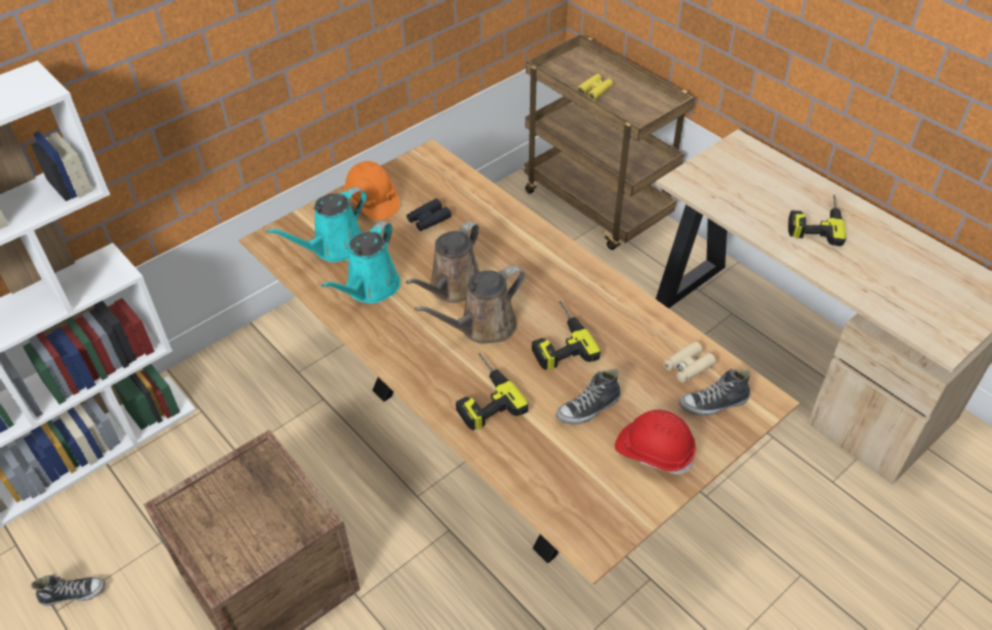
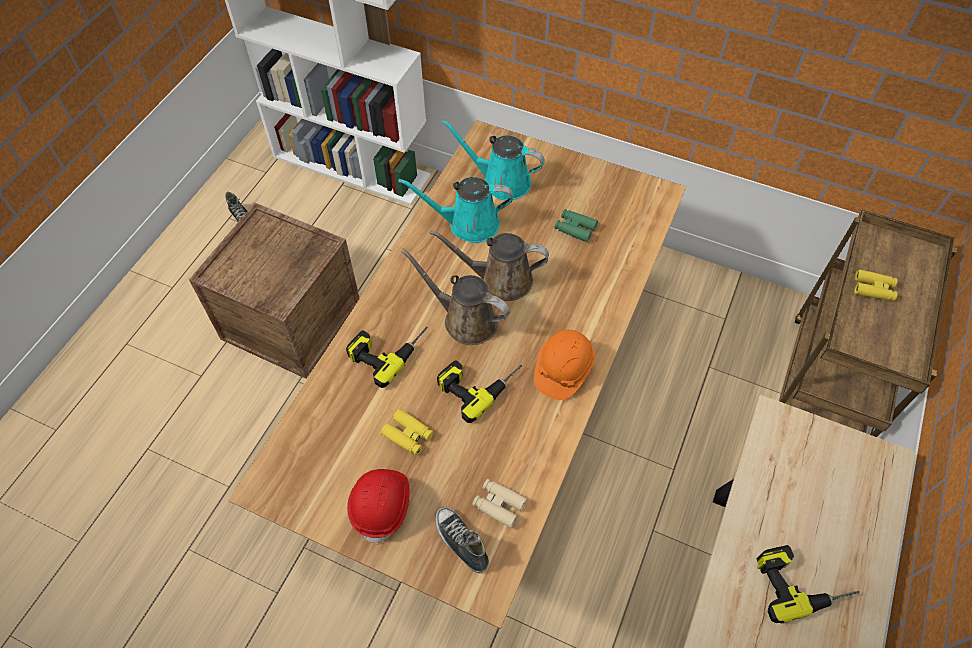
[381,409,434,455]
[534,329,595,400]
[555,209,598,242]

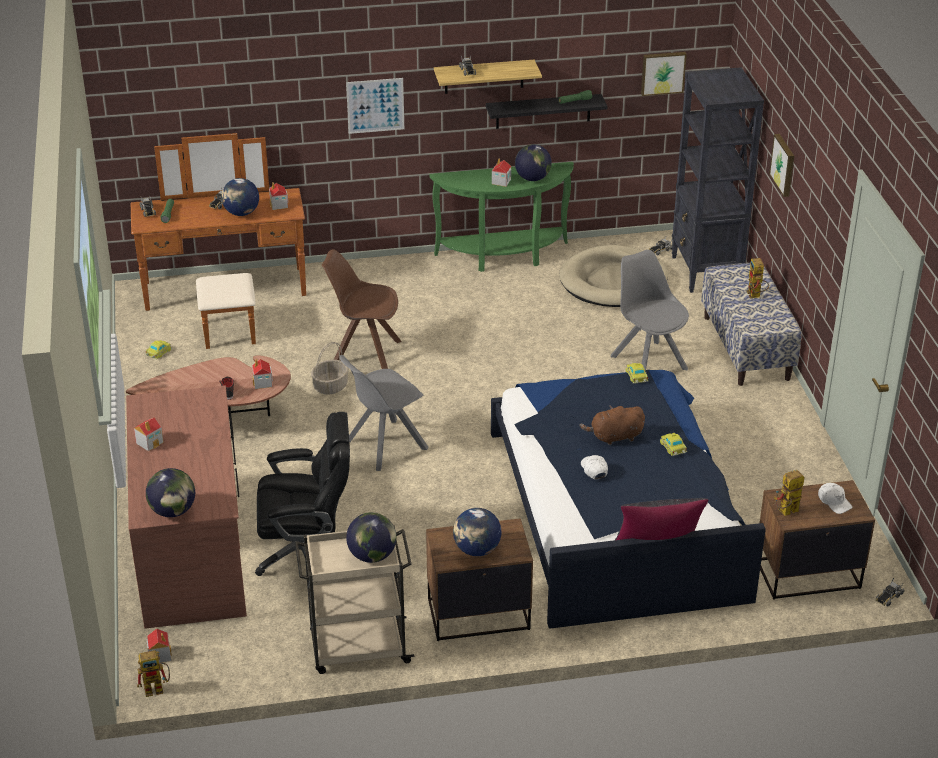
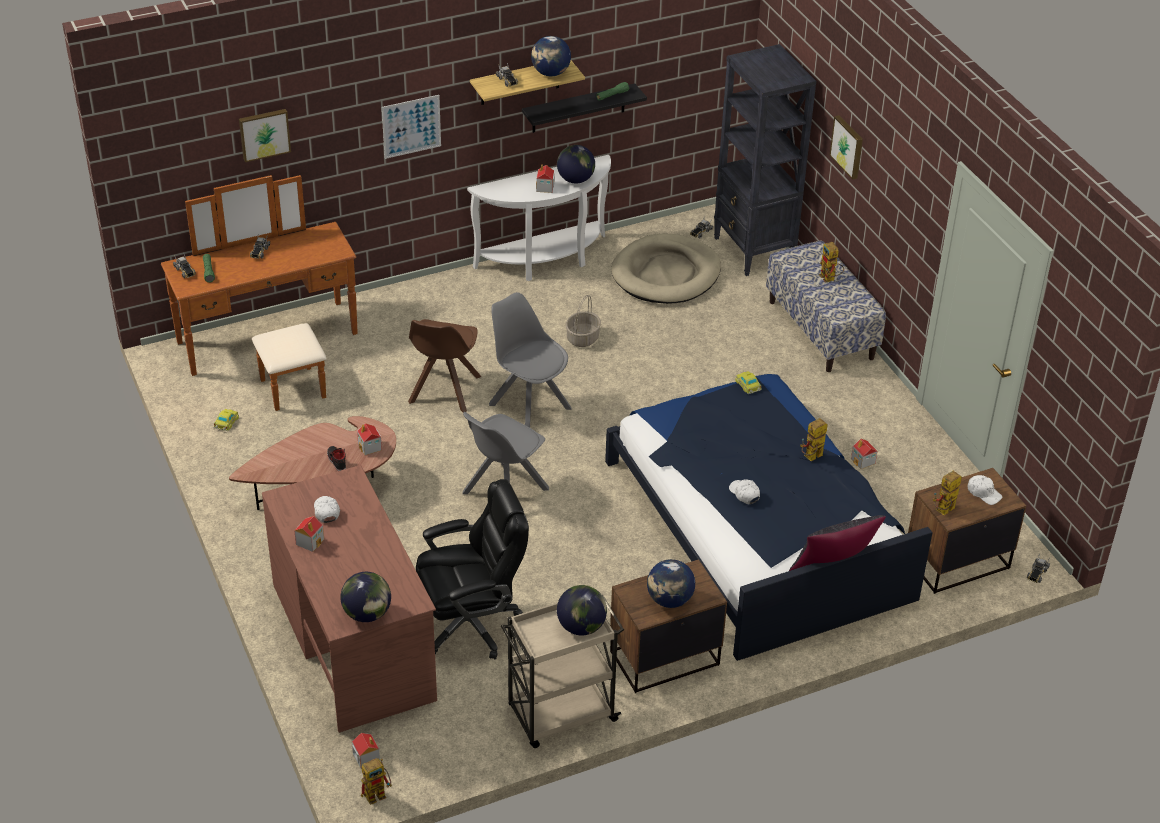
[239,109,291,162]
[314,496,340,523]
[408,319,481,412]
[467,155,611,281]
[489,292,572,428]
[531,36,571,76]
[566,295,601,347]
[800,418,828,461]
[851,439,877,469]
[579,405,645,445] (first image)

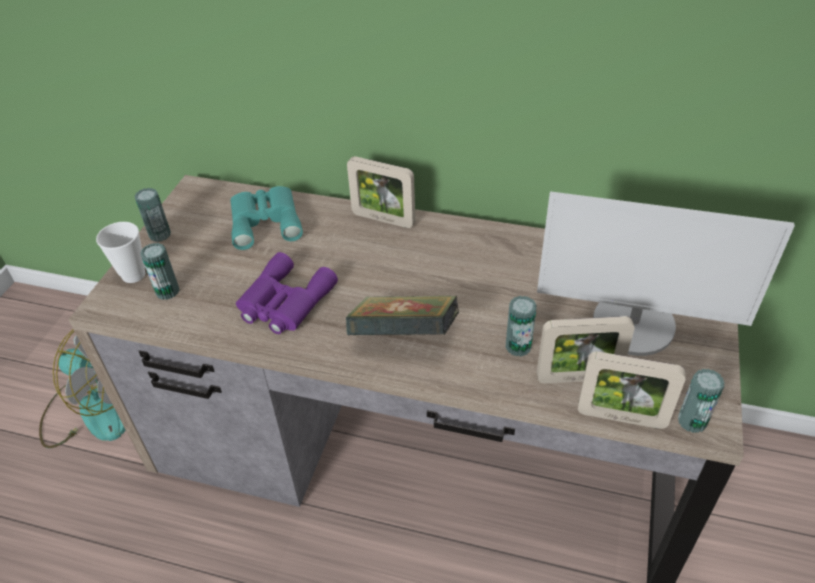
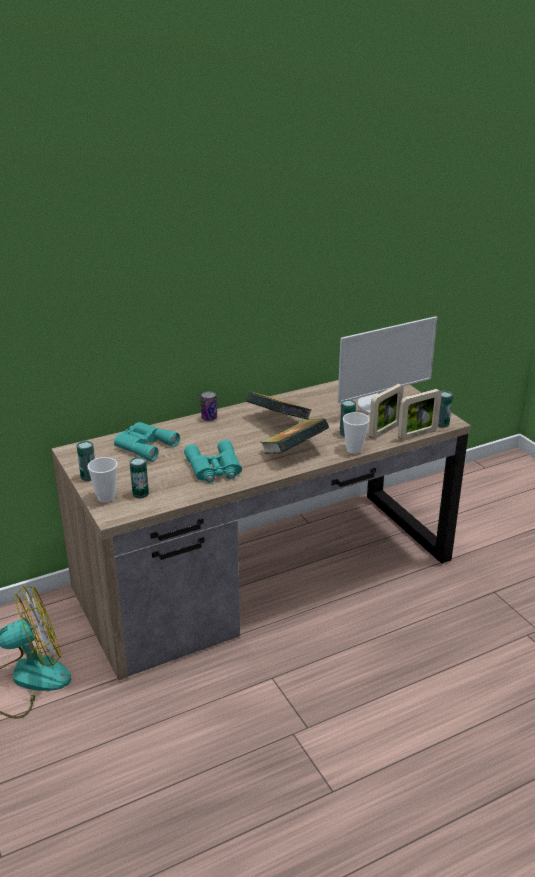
[184,440,242,483]
[201,392,217,421]
[246,392,311,419]
[343,412,370,454]

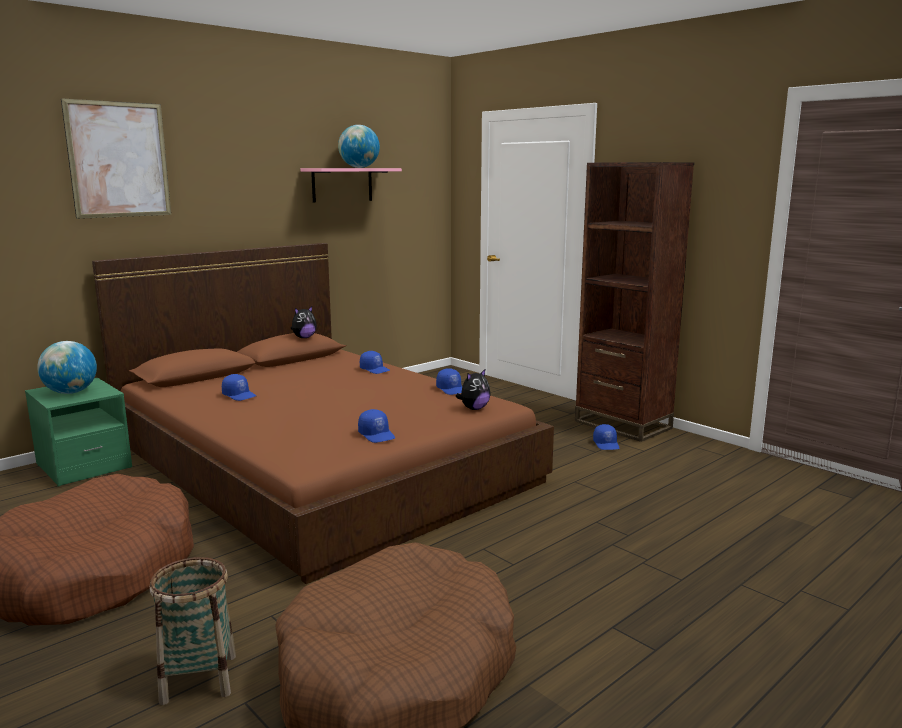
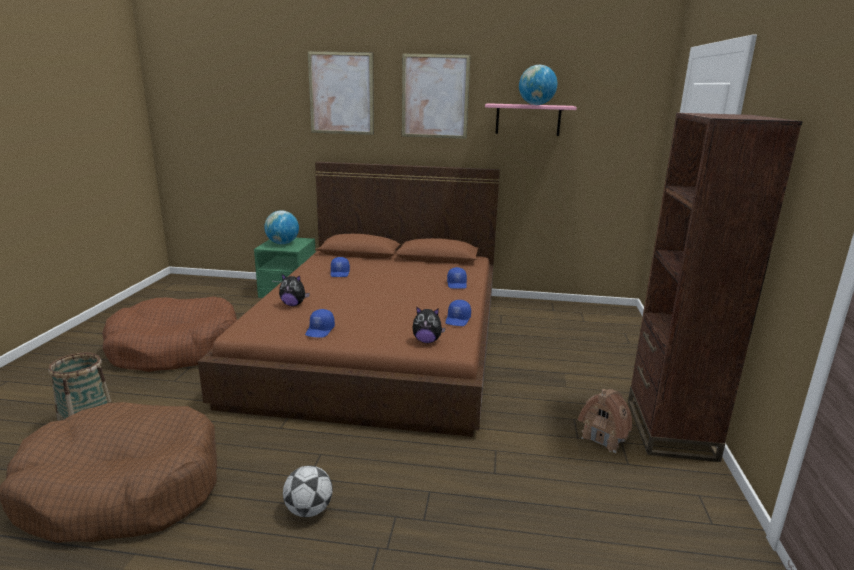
[279,274,310,306]
[283,465,333,517]
[402,54,471,139]
[578,389,632,453]

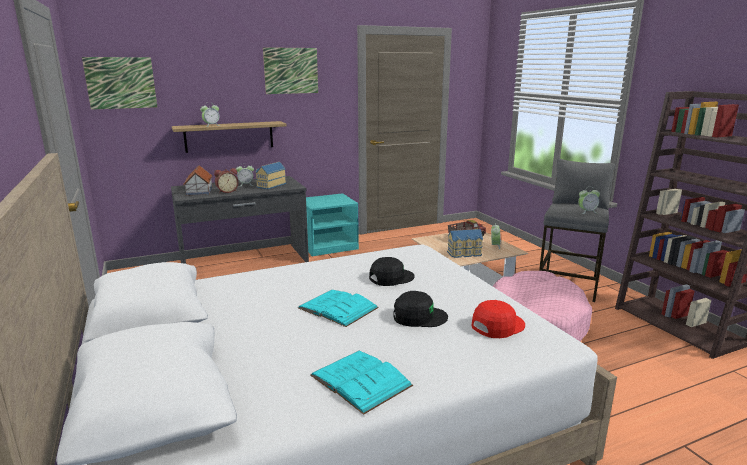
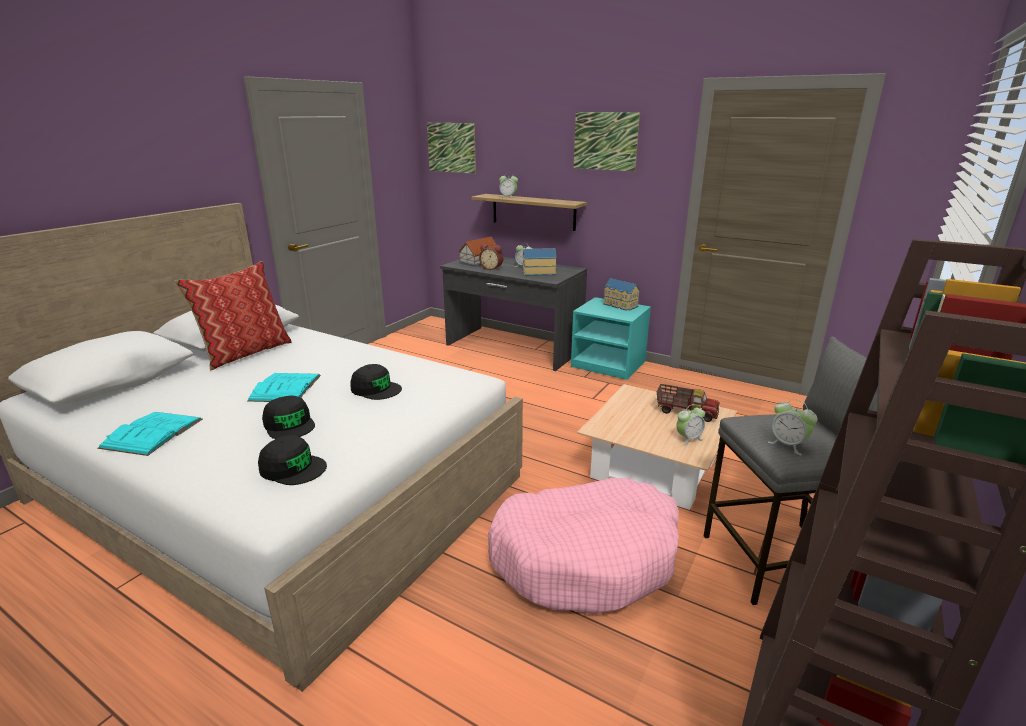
[174,261,292,370]
[258,435,327,485]
[603,278,640,311]

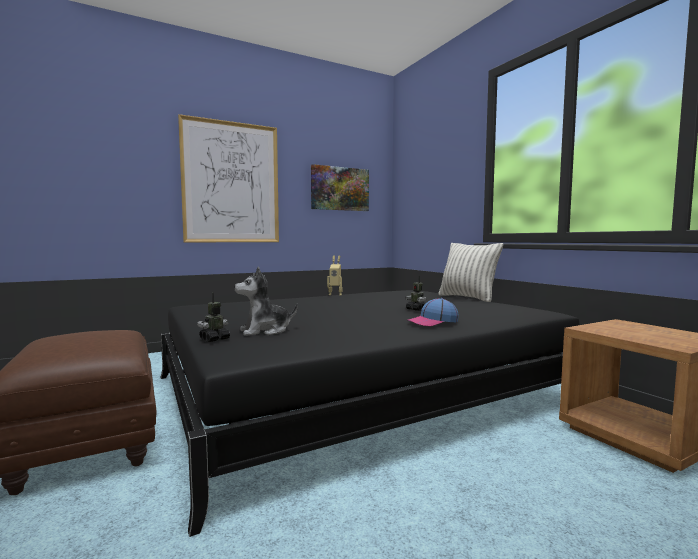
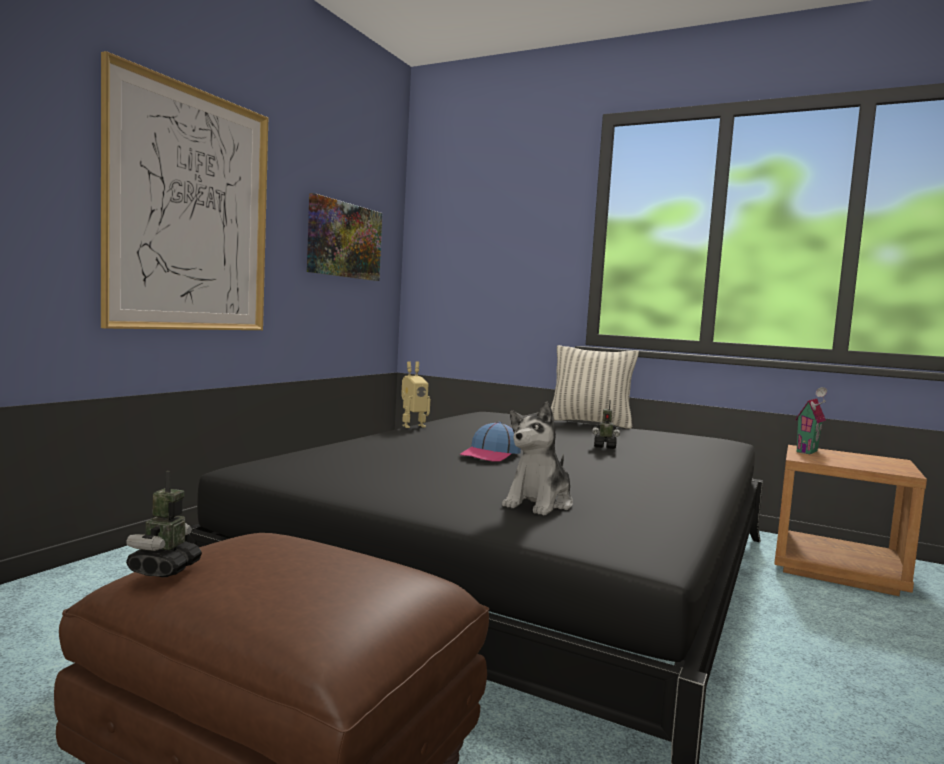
[126,471,202,577]
[460,422,521,462]
[795,387,827,455]

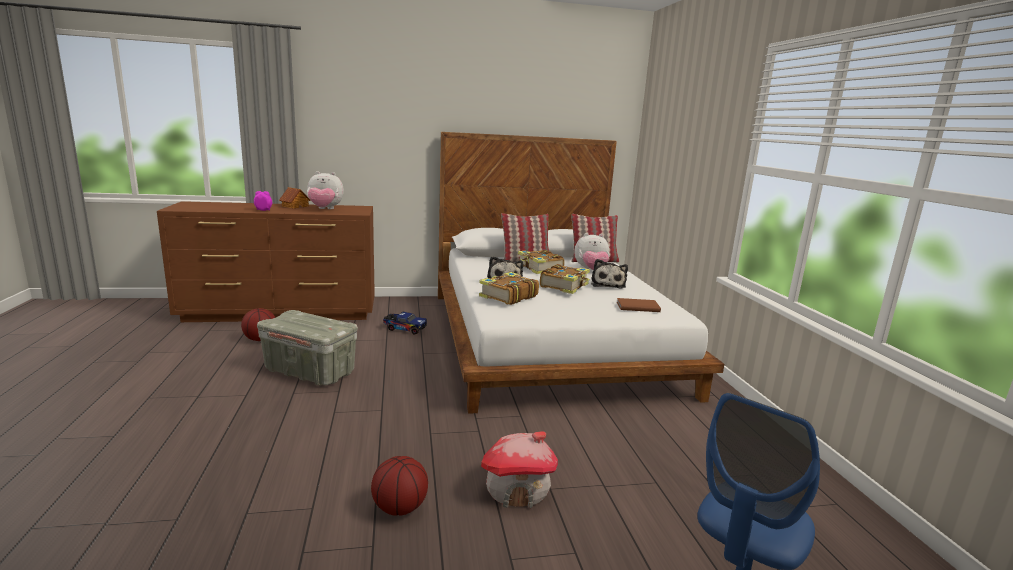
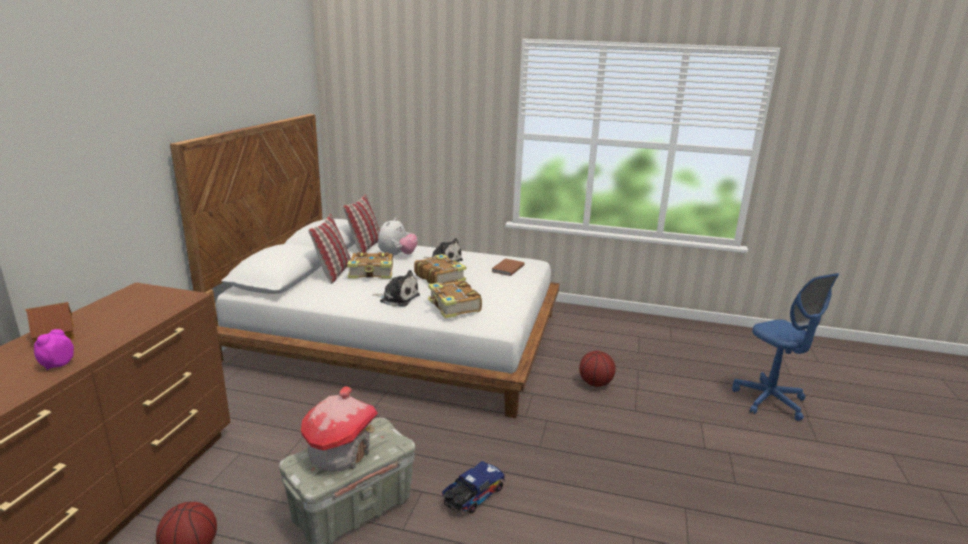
[301,386,378,471]
[442,461,505,514]
[579,351,616,387]
[307,171,344,209] (first image)

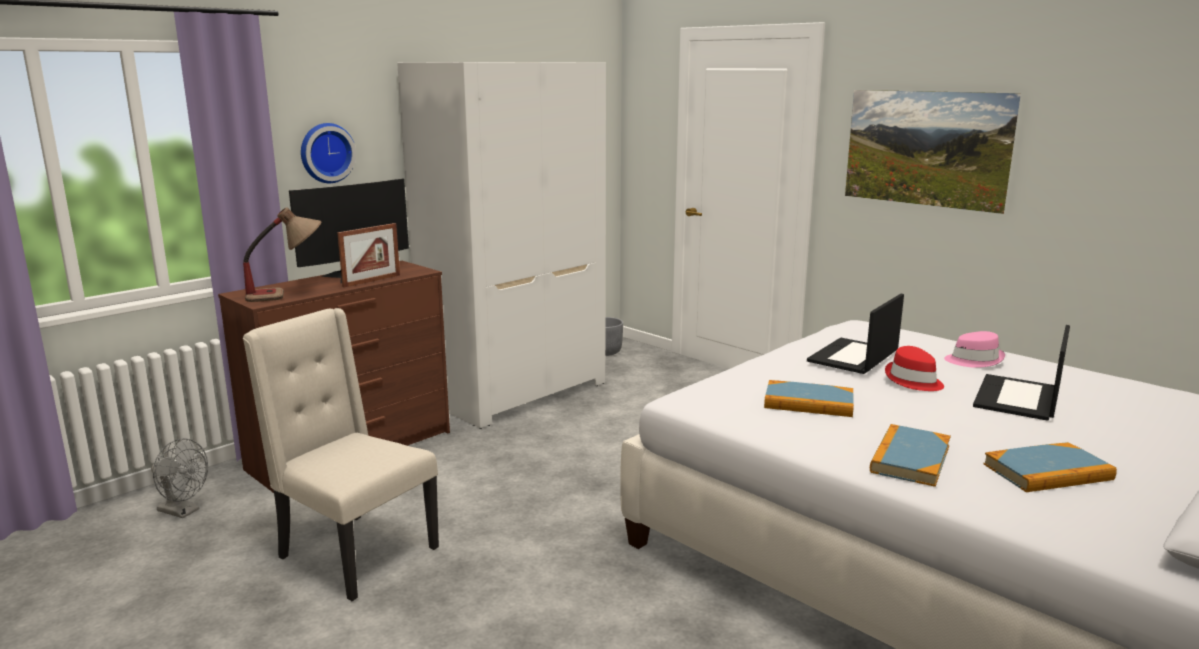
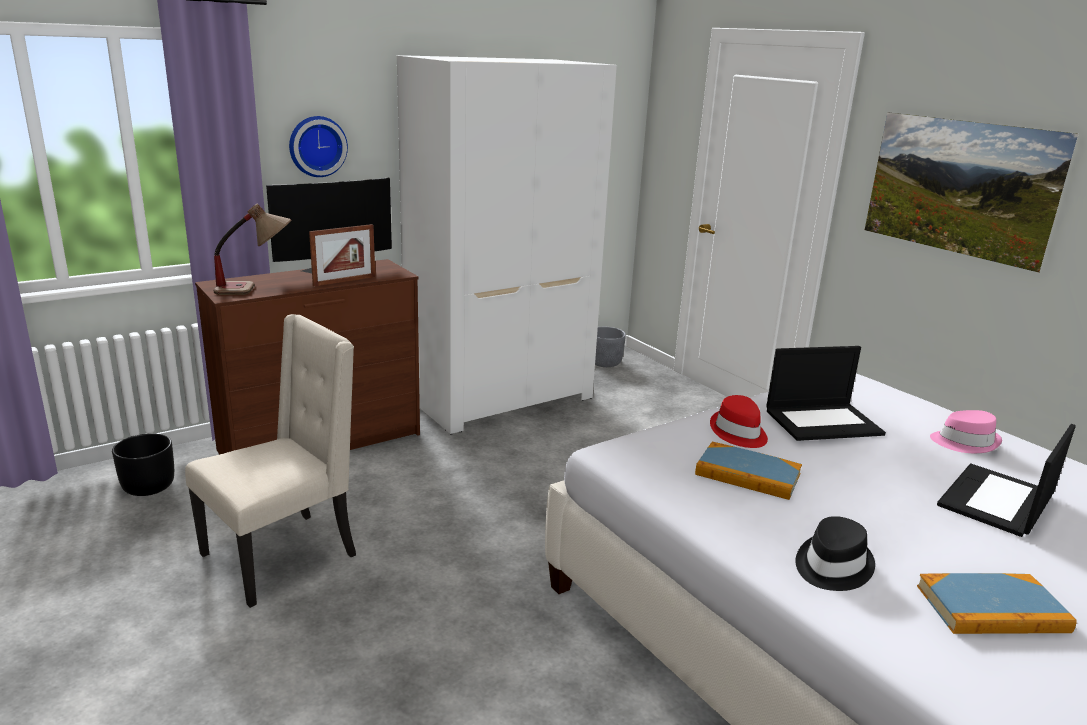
[112,433,174,496]
[185,314,356,608]
[710,395,768,448]
[766,346,886,441]
[795,516,875,591]

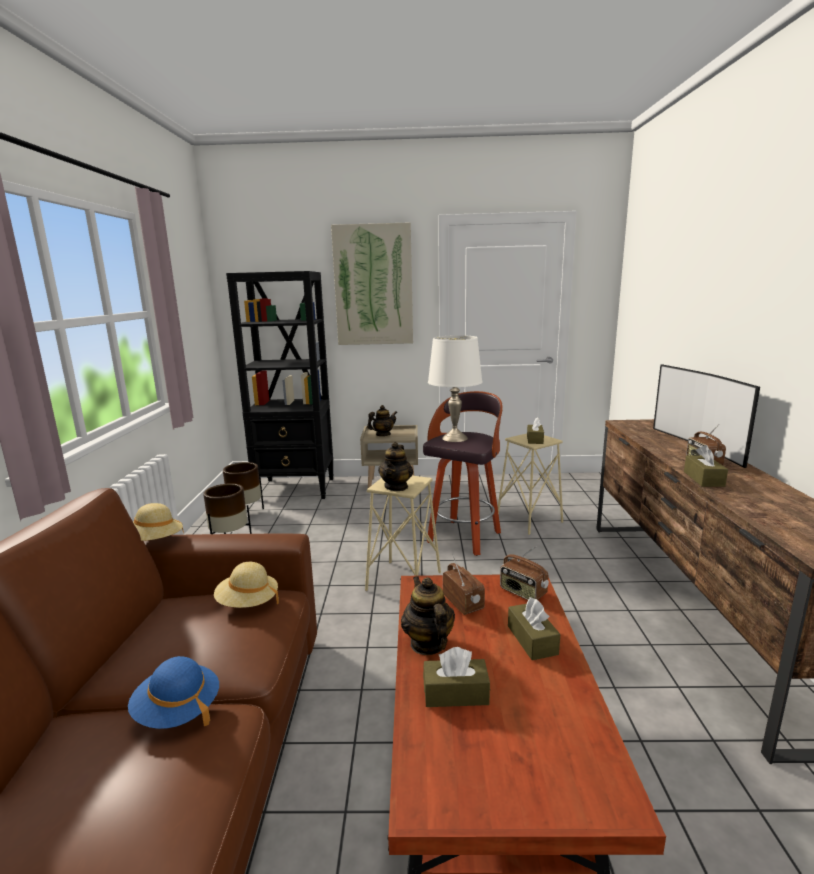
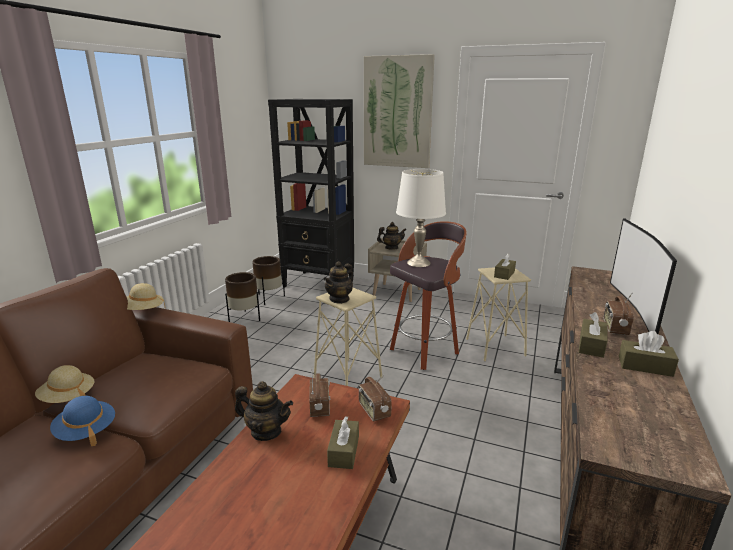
[35,365,95,403]
[235,381,293,441]
[619,331,679,377]

